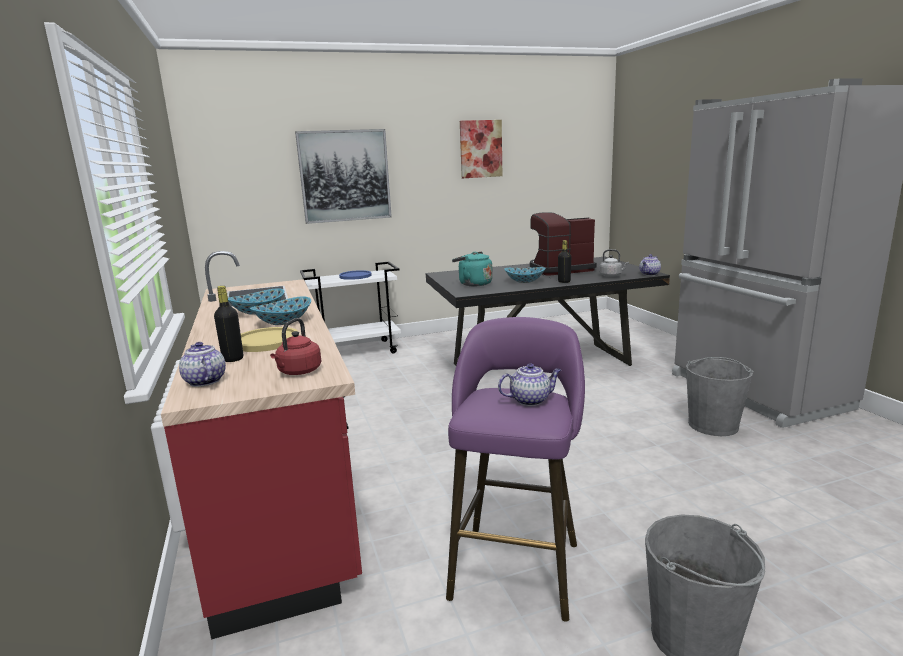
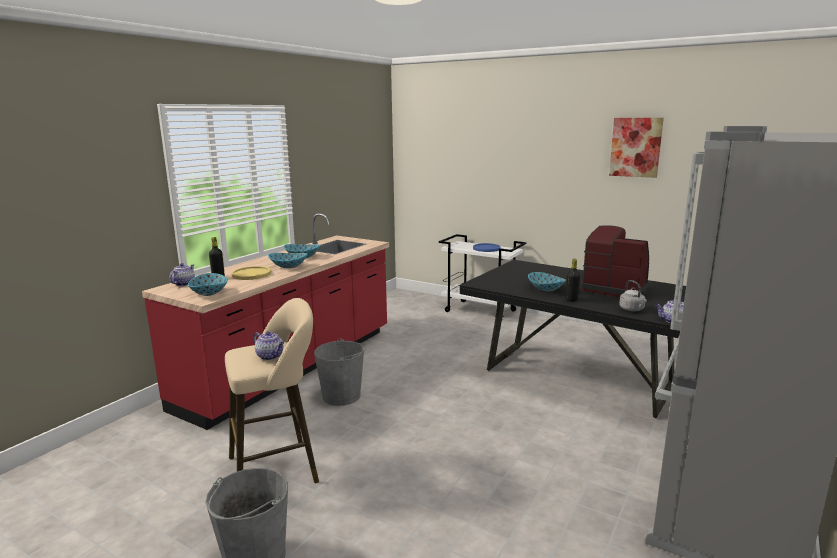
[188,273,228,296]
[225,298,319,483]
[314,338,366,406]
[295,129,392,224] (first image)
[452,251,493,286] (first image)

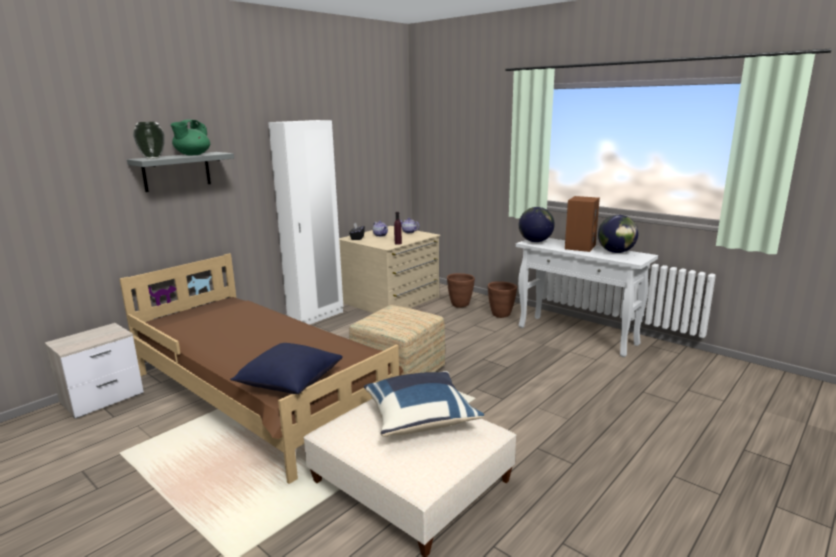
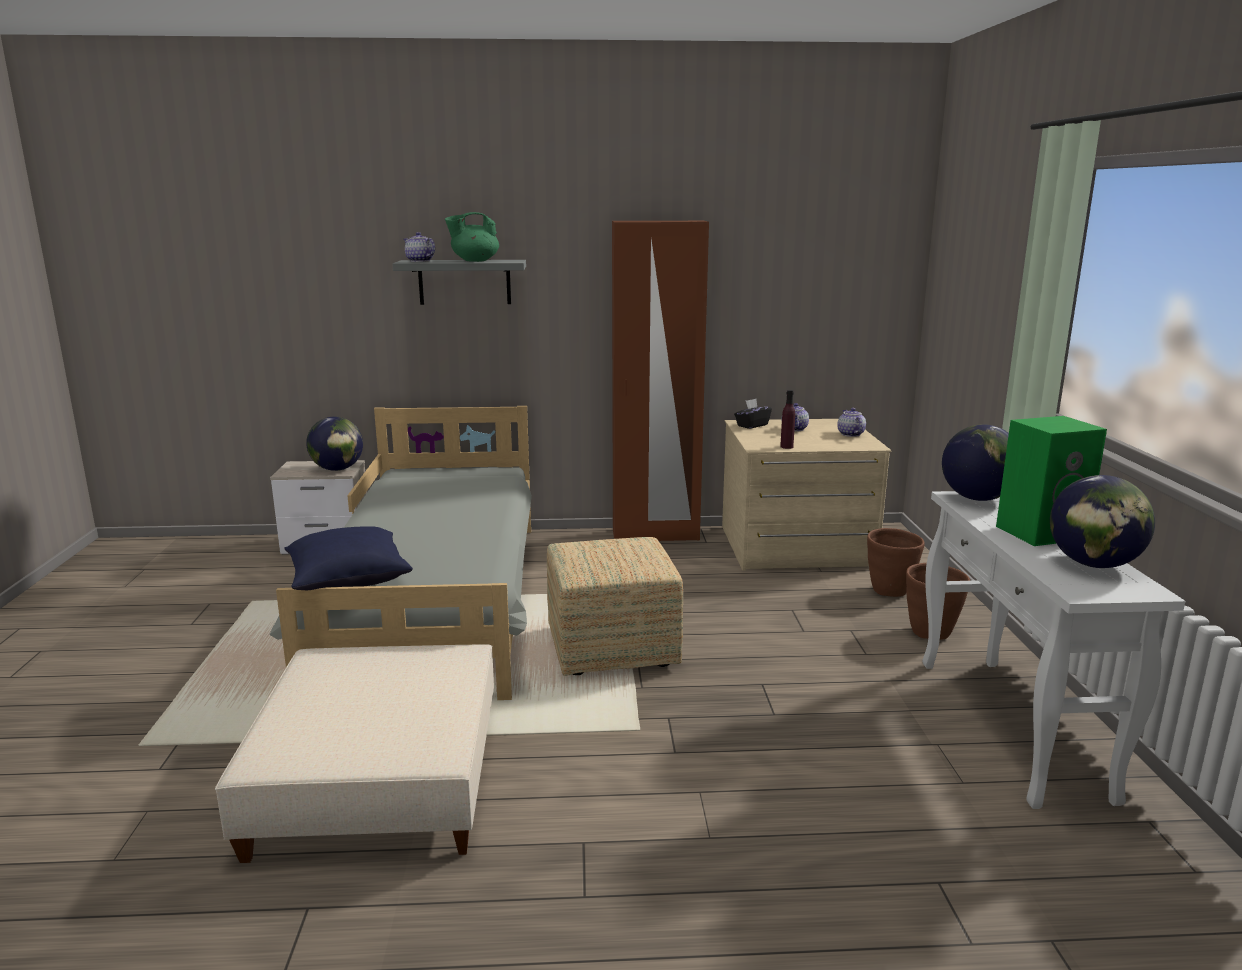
[269,406,532,700]
[306,417,363,471]
[404,232,435,262]
[612,221,709,541]
[996,416,1107,546]
[364,371,484,437] (first image)

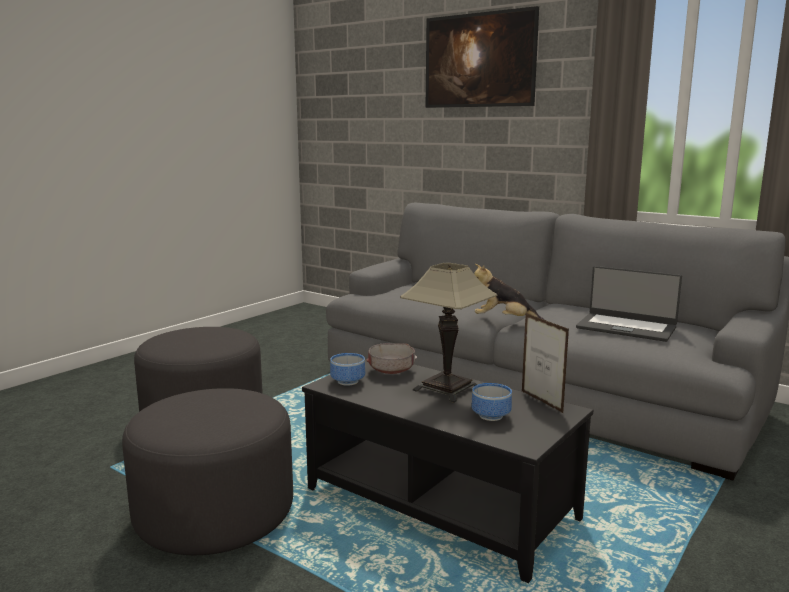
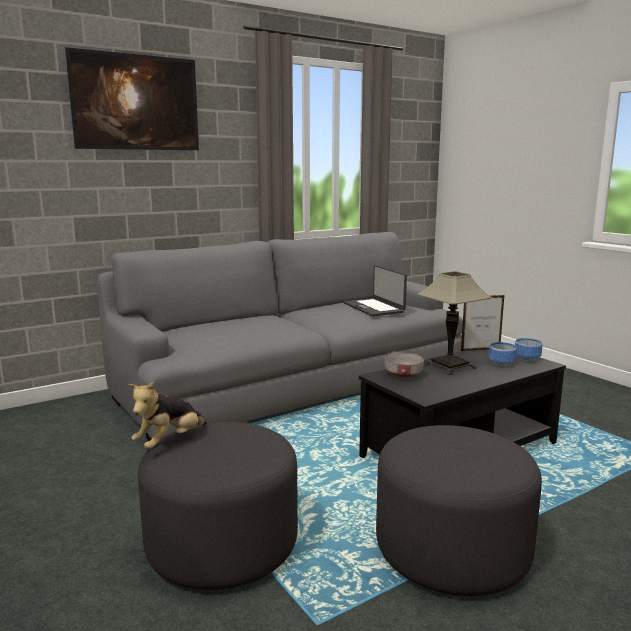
[128,381,207,449]
[344,265,407,316]
[515,338,542,361]

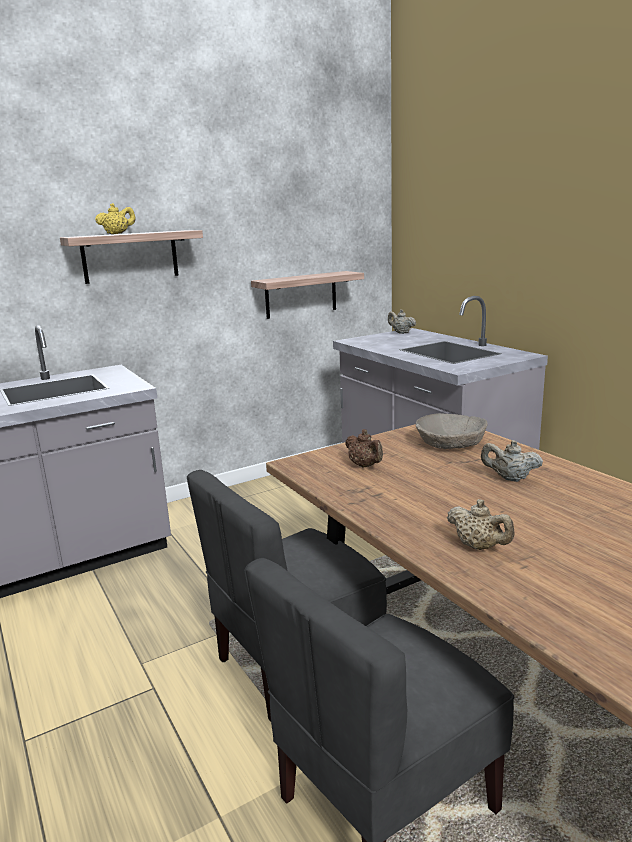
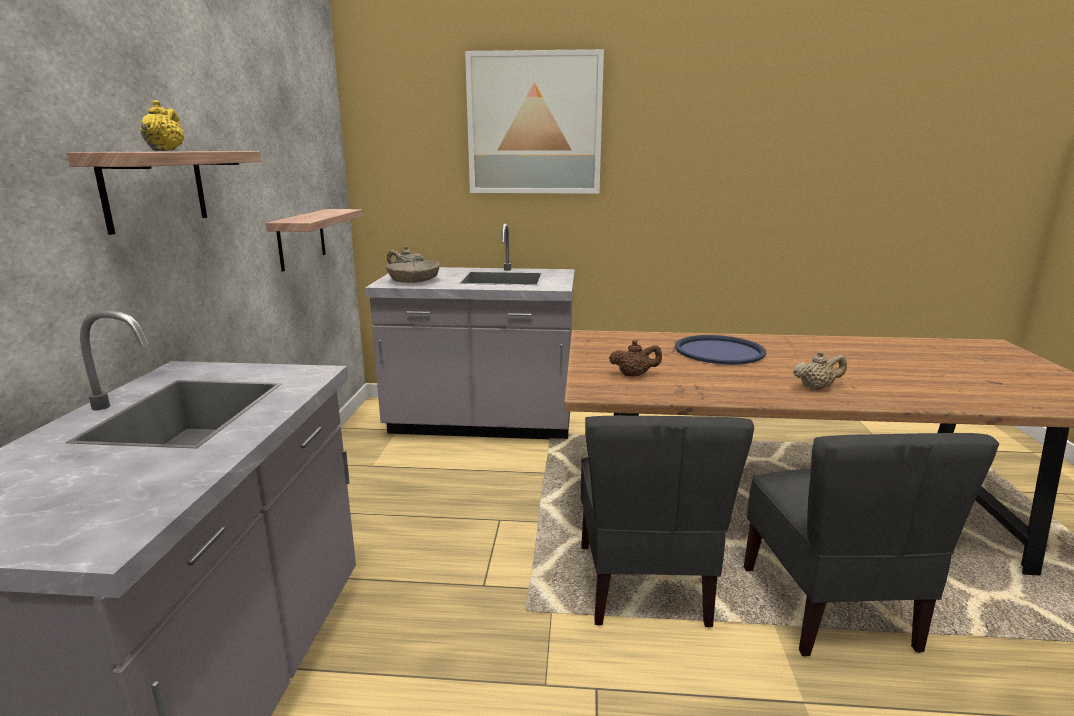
[386,260,440,283]
[465,49,604,194]
[675,335,766,365]

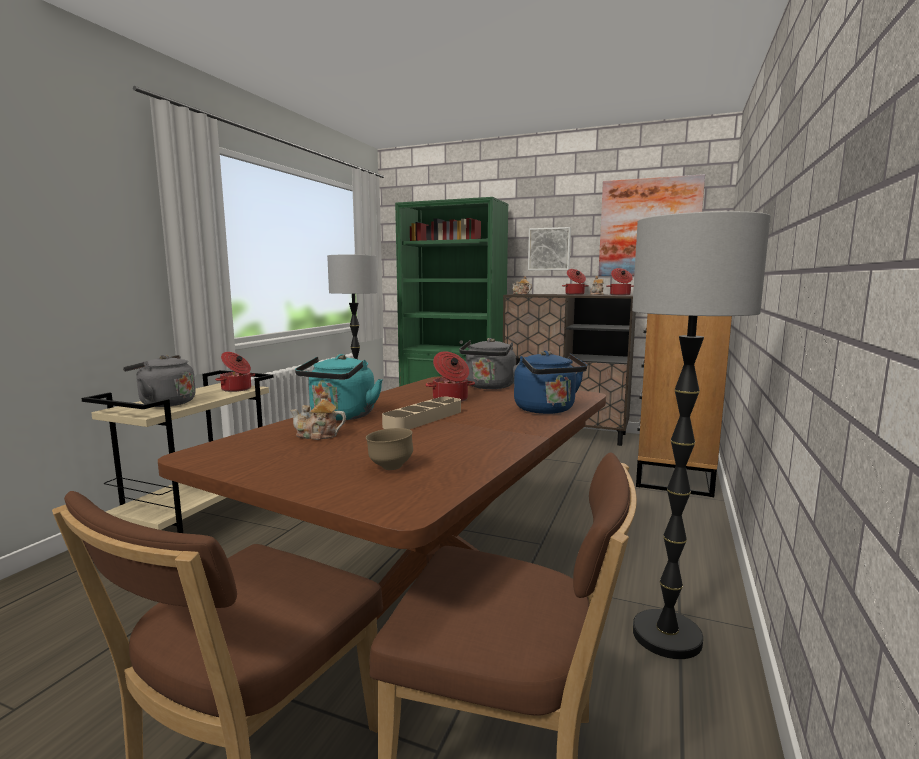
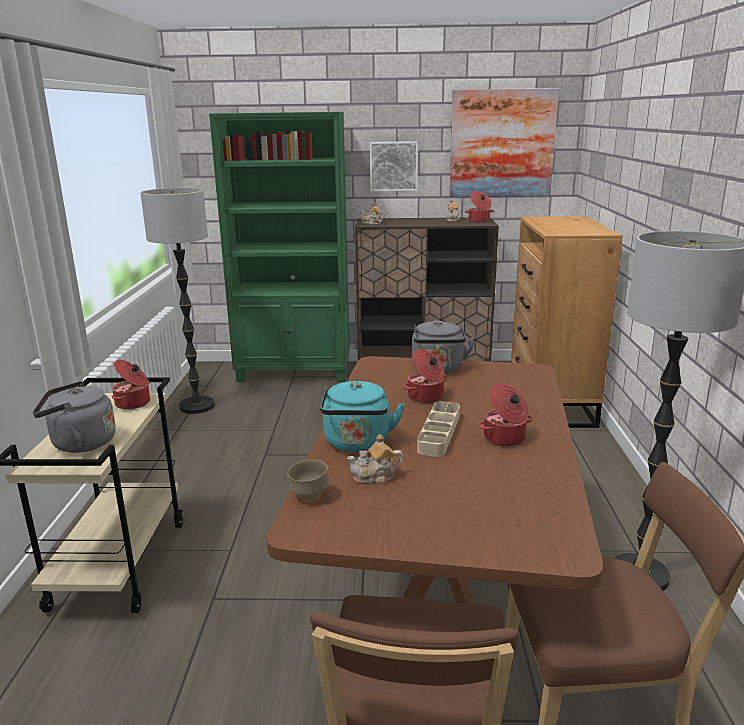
[287,460,329,500]
[478,383,533,447]
[514,351,587,414] (first image)

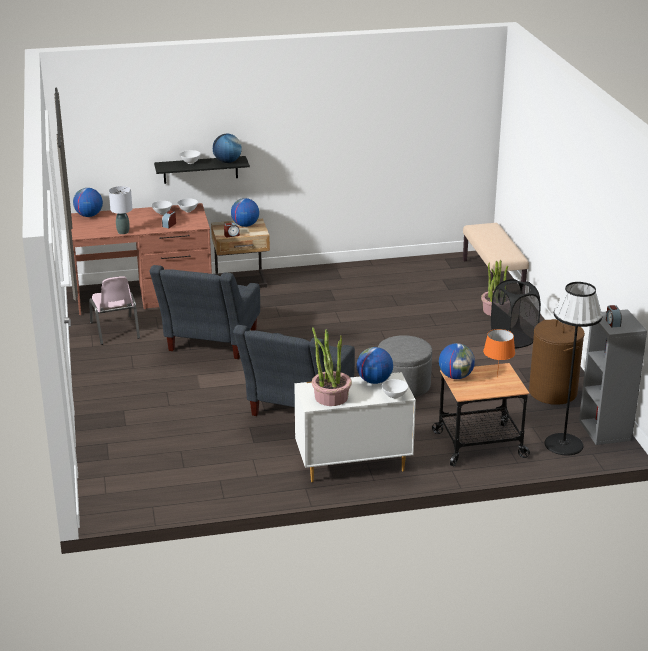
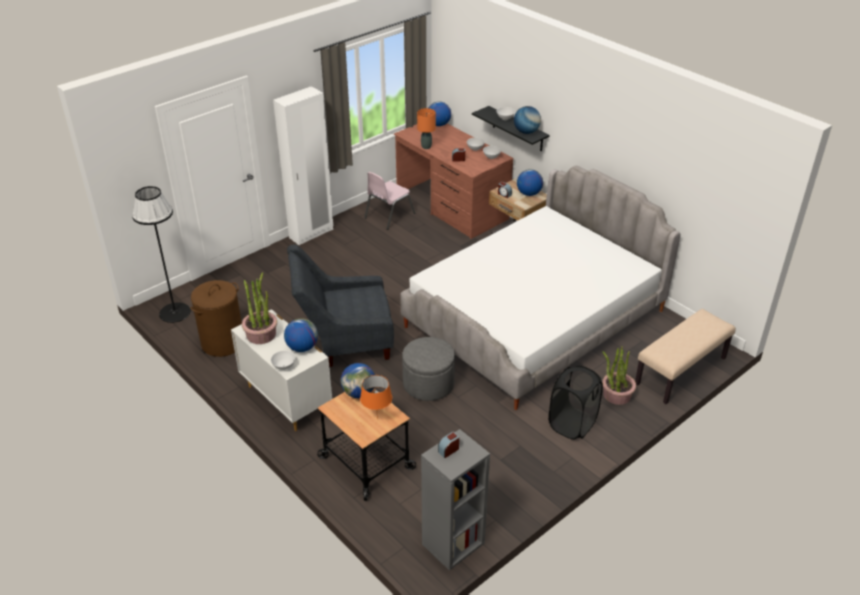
[132,186,191,323]
[190,280,242,357]
[273,86,333,245]
[400,165,680,410]
[417,108,436,149]
[149,265,260,359] (first image)

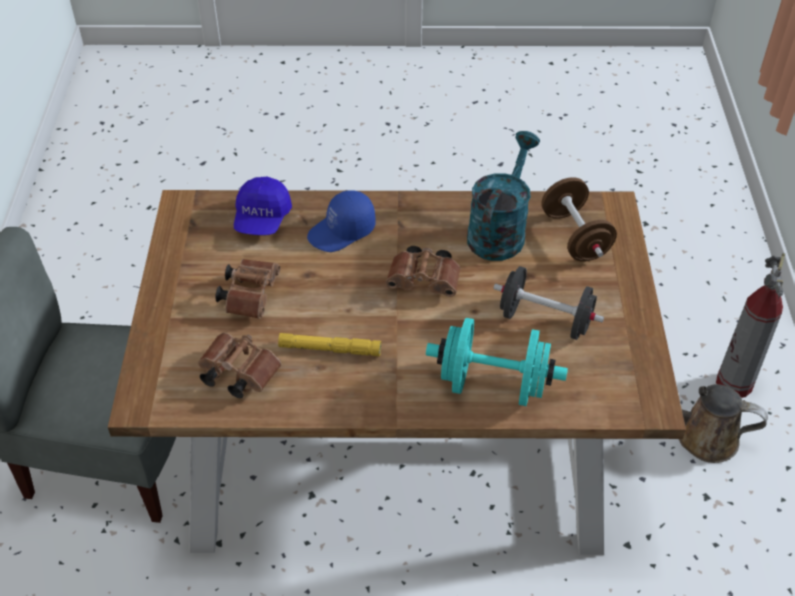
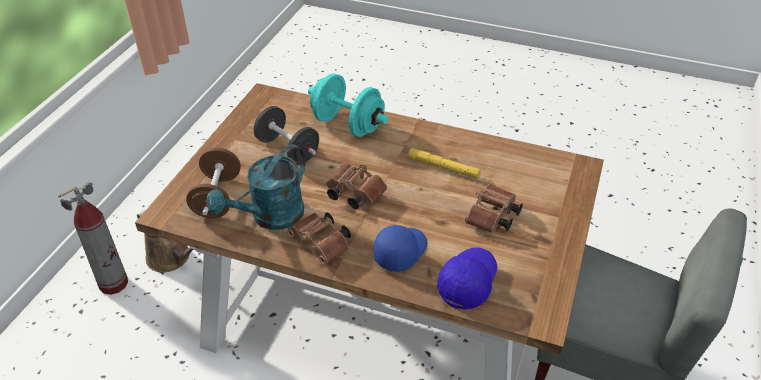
[287,213,351,264]
[374,225,427,272]

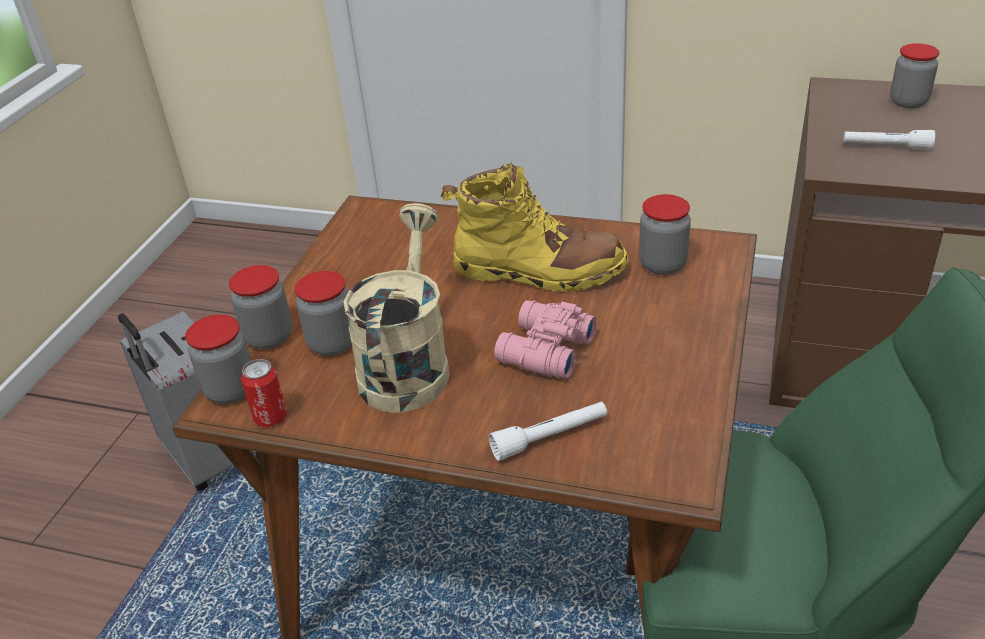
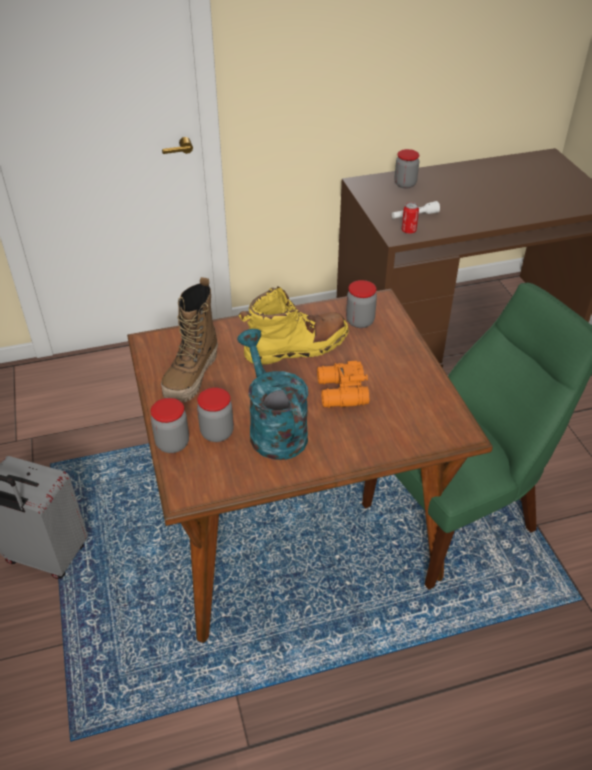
[161,277,218,402]
[237,329,308,460]
[317,361,369,408]
[402,202,419,234]
[185,315,252,404] (first image)
[488,401,607,461] (first image)

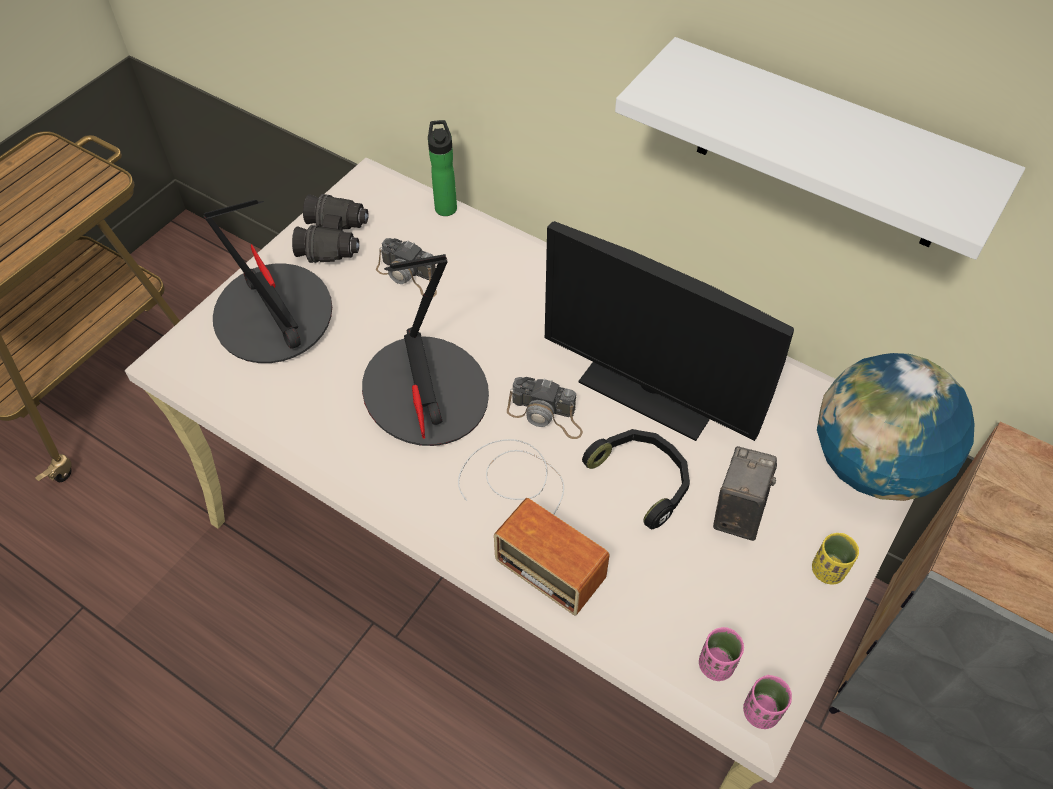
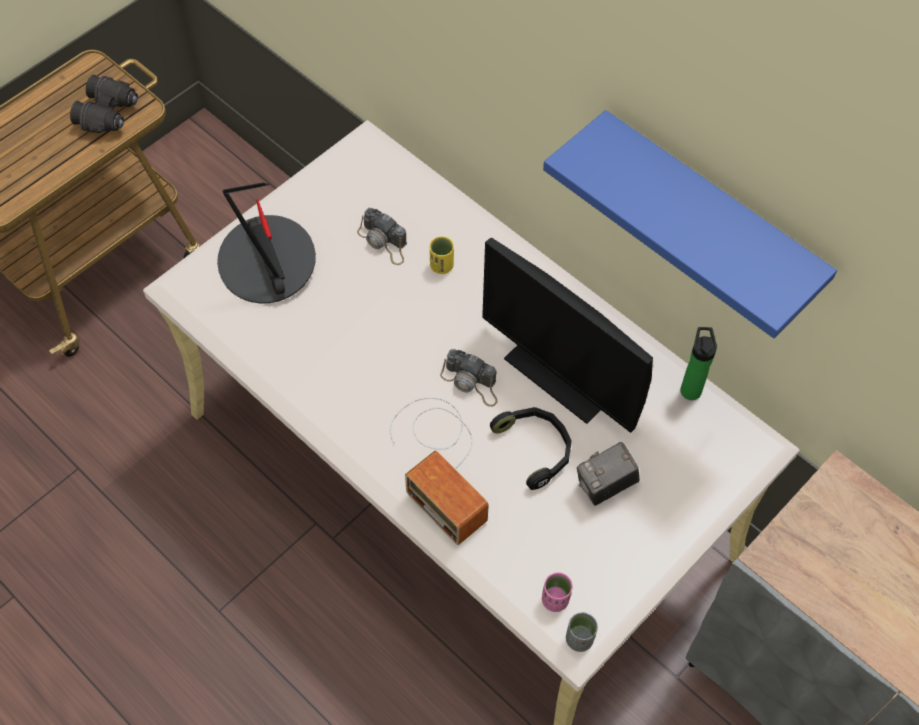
[70,75,138,133]
[430,237,454,274]
[543,110,837,338]
[566,612,598,652]
[577,442,640,506]
[680,327,717,400]
[362,254,489,446] (first image)
[817,353,975,501] (first image)

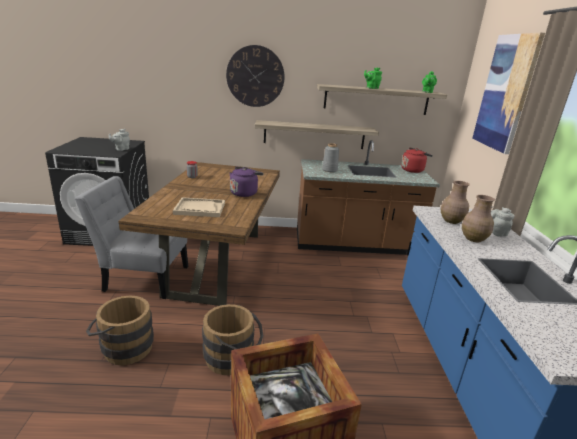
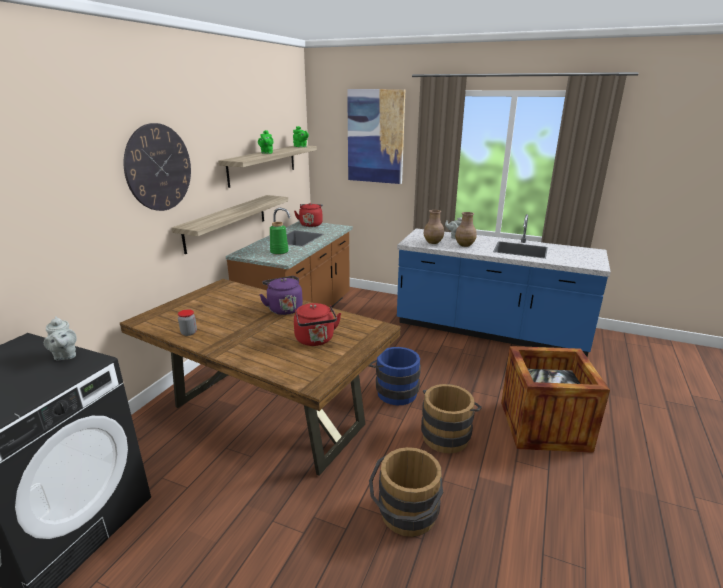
[270,222,289,255]
[294,303,341,346]
[368,347,421,405]
[75,176,188,299] (first image)

